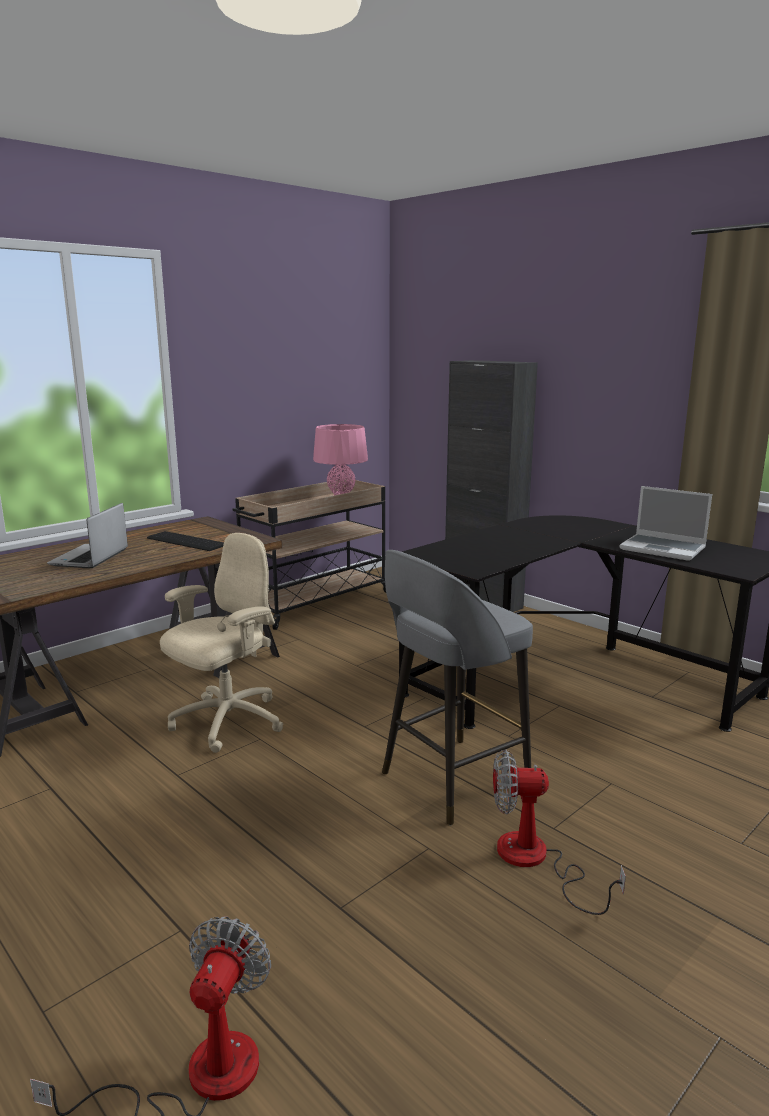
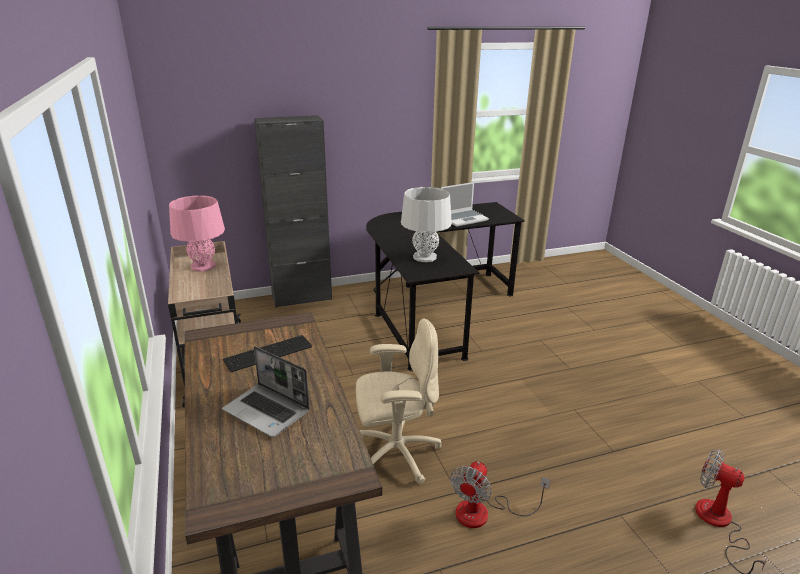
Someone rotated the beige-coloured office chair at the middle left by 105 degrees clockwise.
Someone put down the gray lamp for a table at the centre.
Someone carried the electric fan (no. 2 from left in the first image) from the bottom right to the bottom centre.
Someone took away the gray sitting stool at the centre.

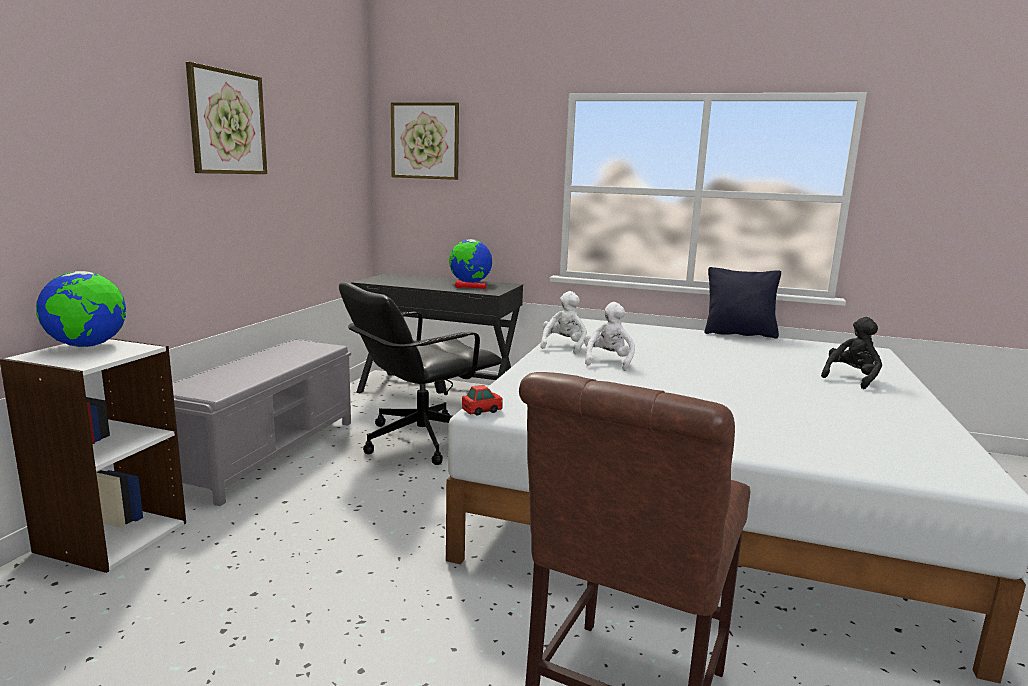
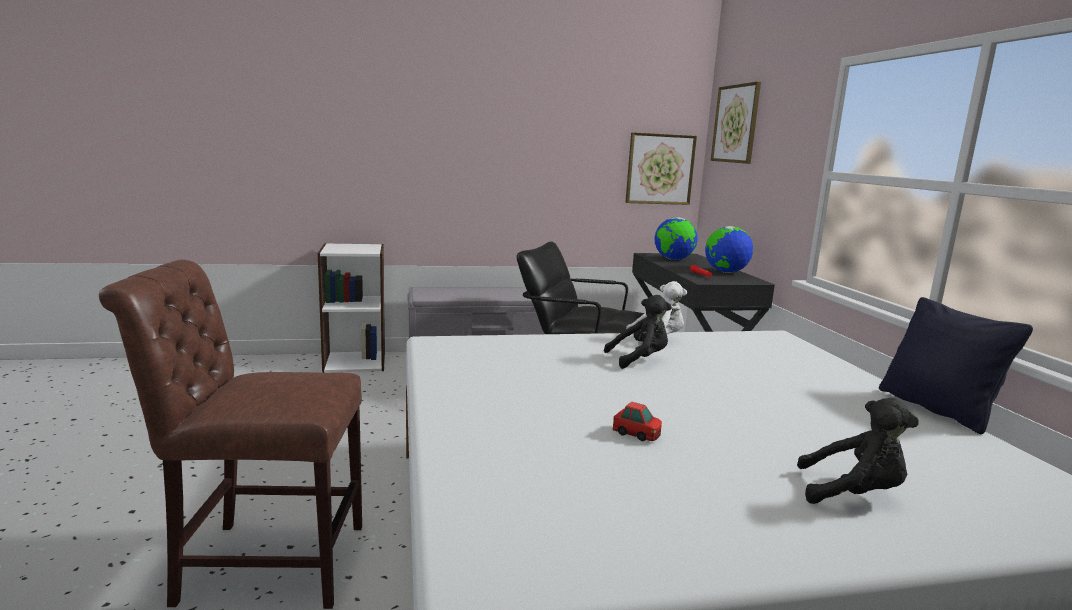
Someone repainted the white plush toy (no. 2 from left) at the centre, which became the black plush toy (no. 1 from left) at the centre.
Someone carried the toy car from the centre to the bottom centre.
Someone carried the picture (no. 1 from left) from the top left to the top centre.
Someone carried the globe (no. 1 from left) from the middle left to the centre.

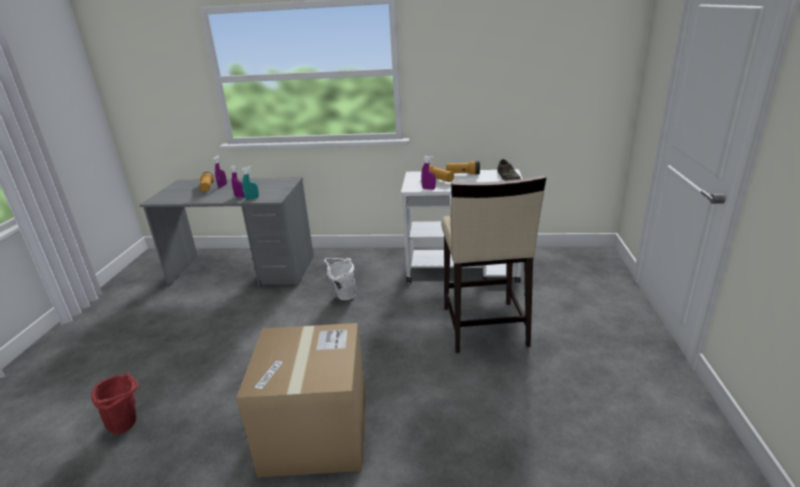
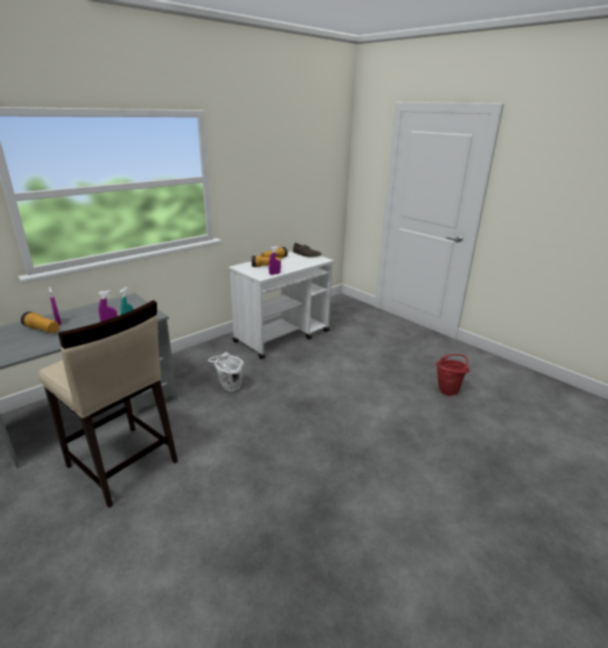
Someone carried the beige-coloured sitting stool from the centre to the middle left.
Someone carried the red pail from the bottom left to the middle right.
Someone took away the cardboard box at the bottom centre.

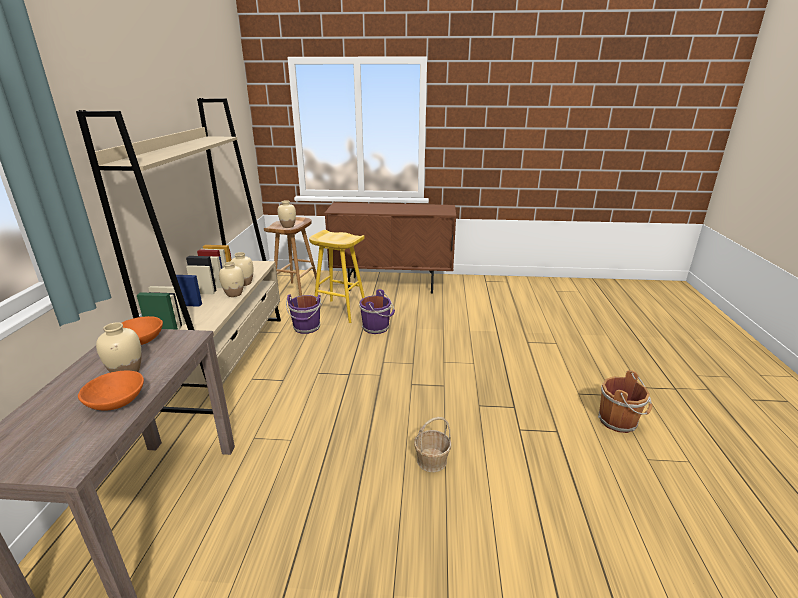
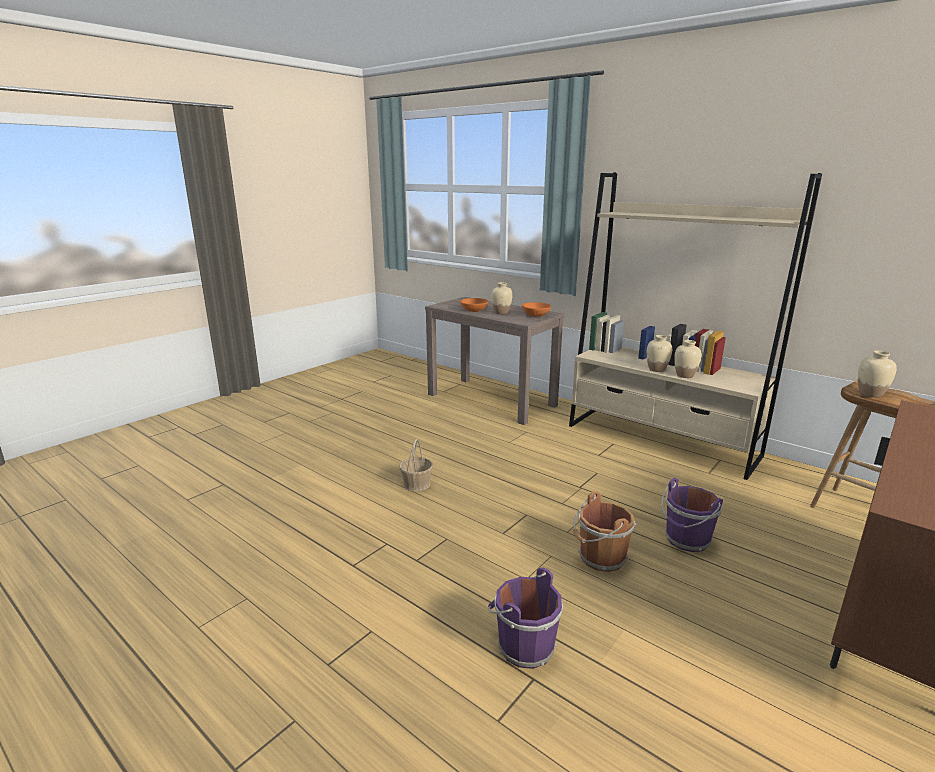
Someone carried the purplish pail (no. 1 from left) from the centre to the bottom centre.
Someone carried the brownish pail from the bottom right to the bottom centre.
Someone took away the yellowish sitting stool at the centre.

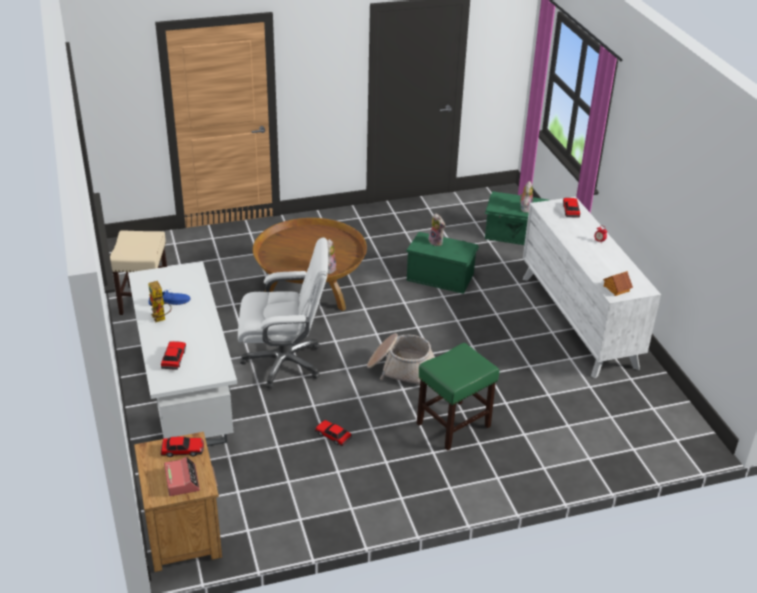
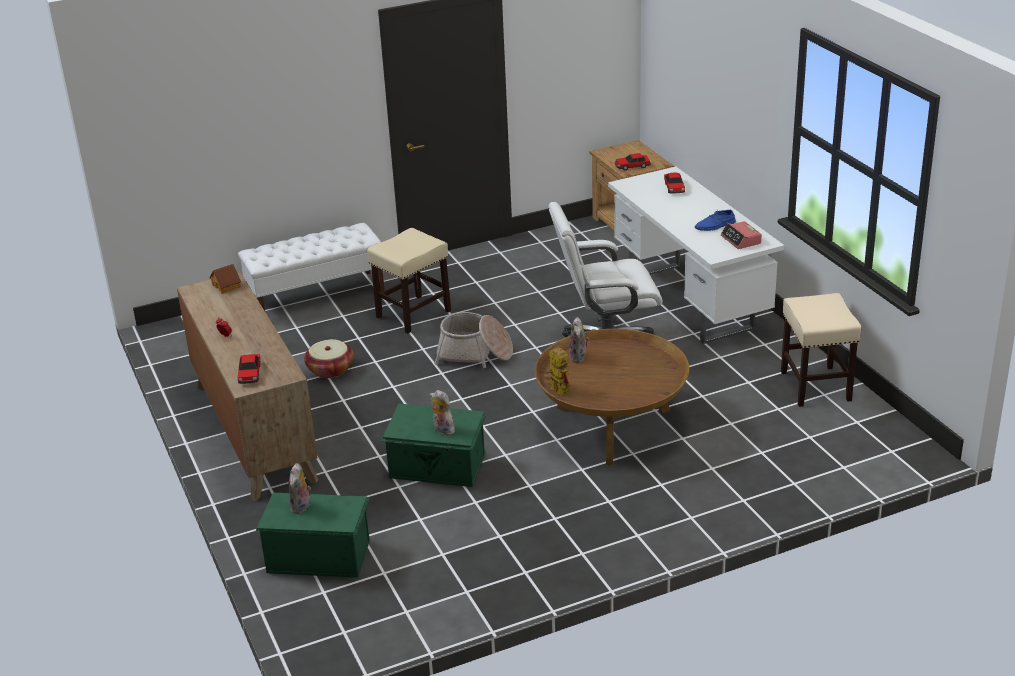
Someone repainted the white drawer chest at the middle right, which became the brownish drawer chest at the middle left.
Someone put down the white long seat at the middle left.
Someone put down the household basket (no. 1 from left) at the middle left.
Someone repainted the green-coloured sitting stool at the bottom centre, which became the beige-coloured sitting stool (no. 1 from left) at the centre.
Someone carried the robot figure from the middle left to the centre.
Someone carried the bedside clock (no. 1 from left in the first image) from the bottom left to the middle right.
Someone took away the toy car (no. 3 from left) at the bottom centre.

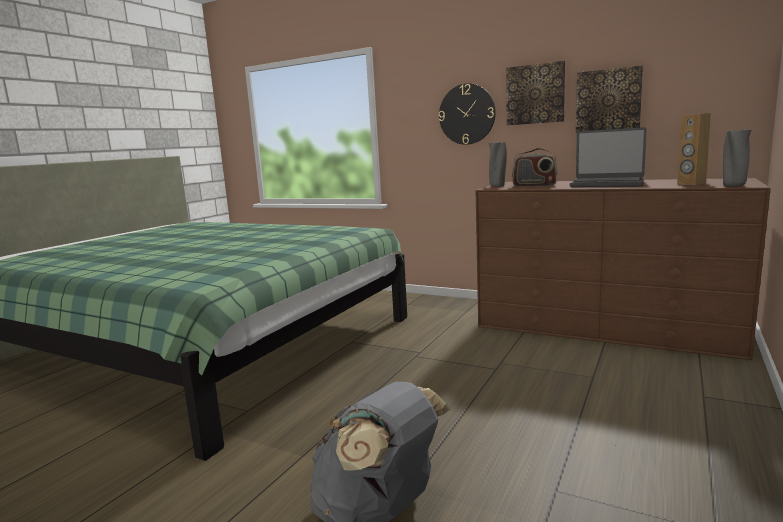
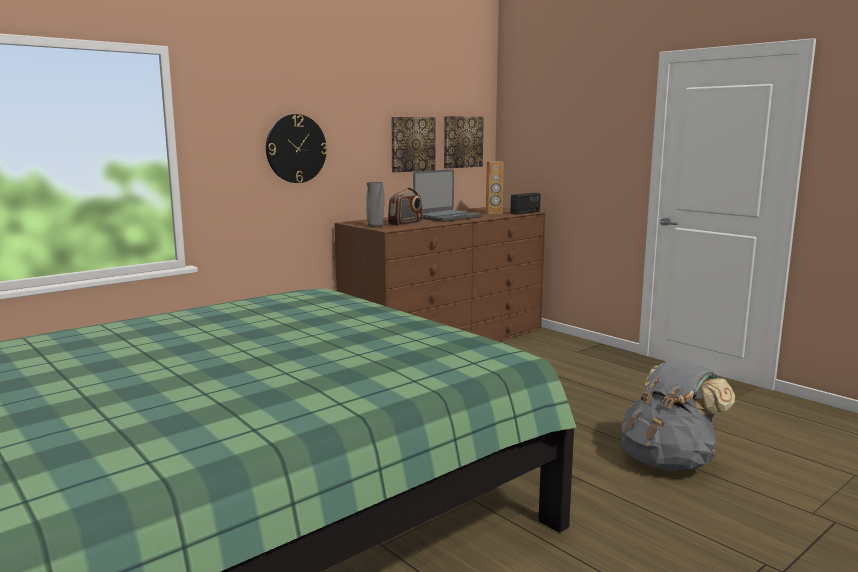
Someone carried the picture (no. 1 from left in the first image) from the top right to the top centre.
Someone swapped the gray flower vase (no. 2 from left) at the top right for the radio receiver (no. 2 from left) at the centre.

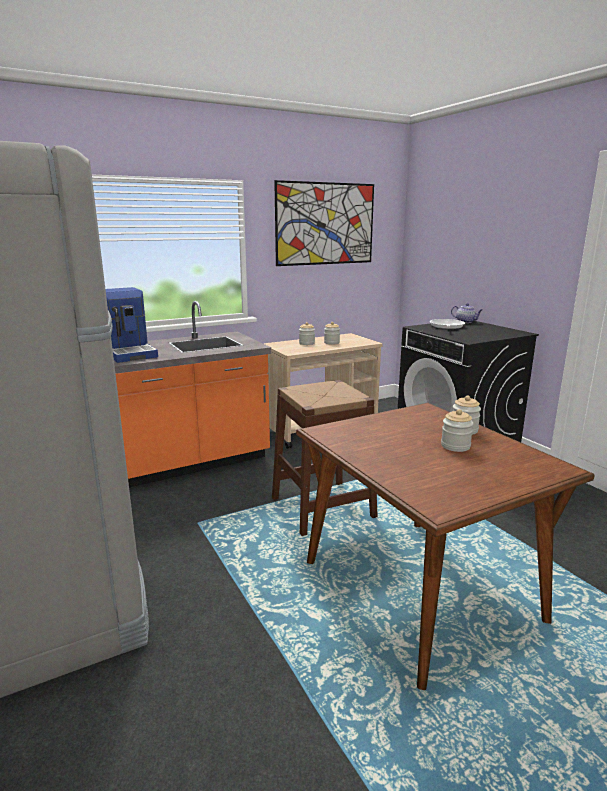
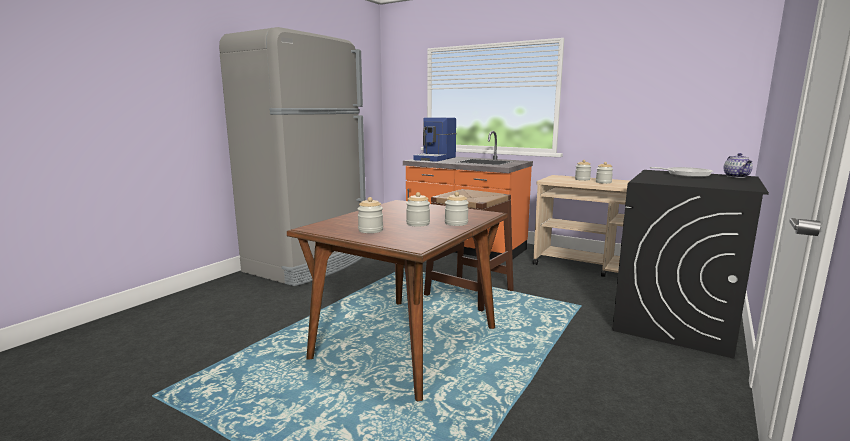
Someone put down the jar (no. 1 from left) at the centre.
Someone took away the picture at the top centre.

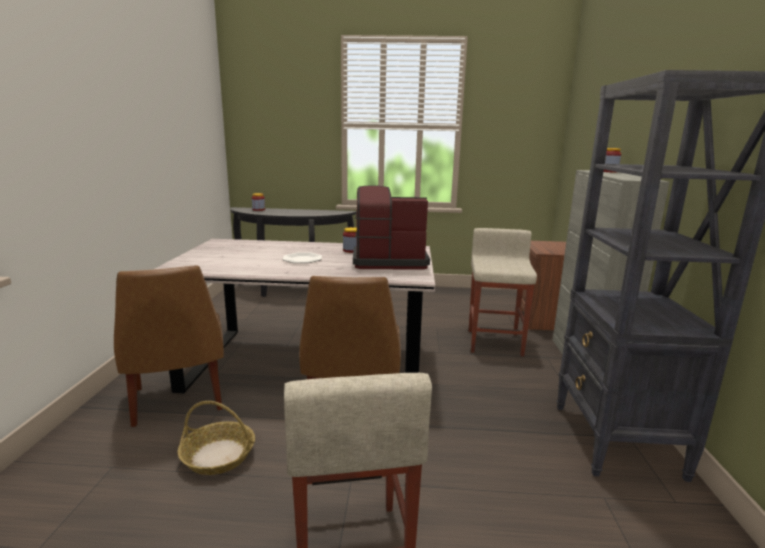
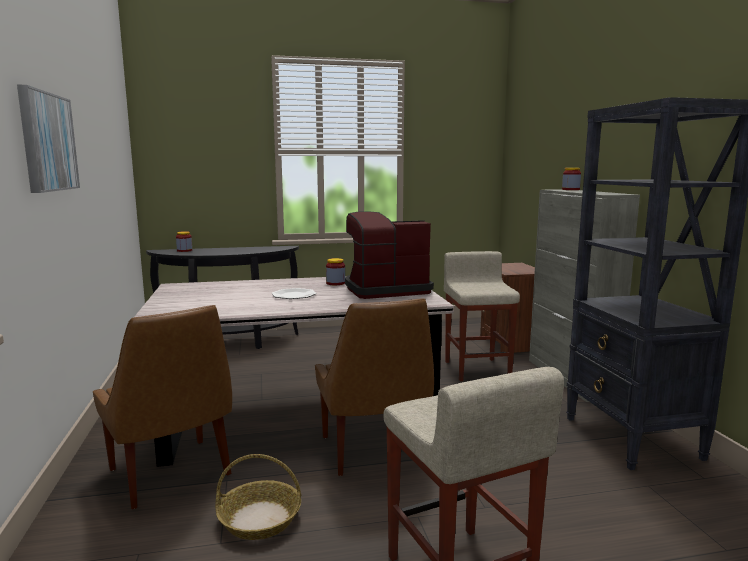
Someone put up the picture at the top left.

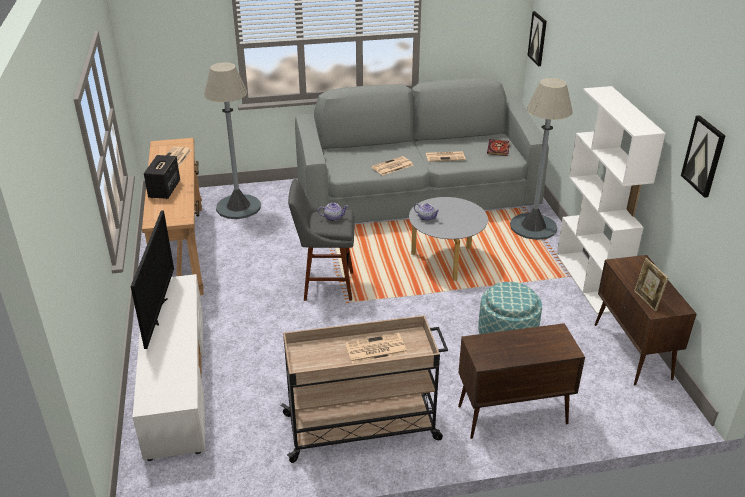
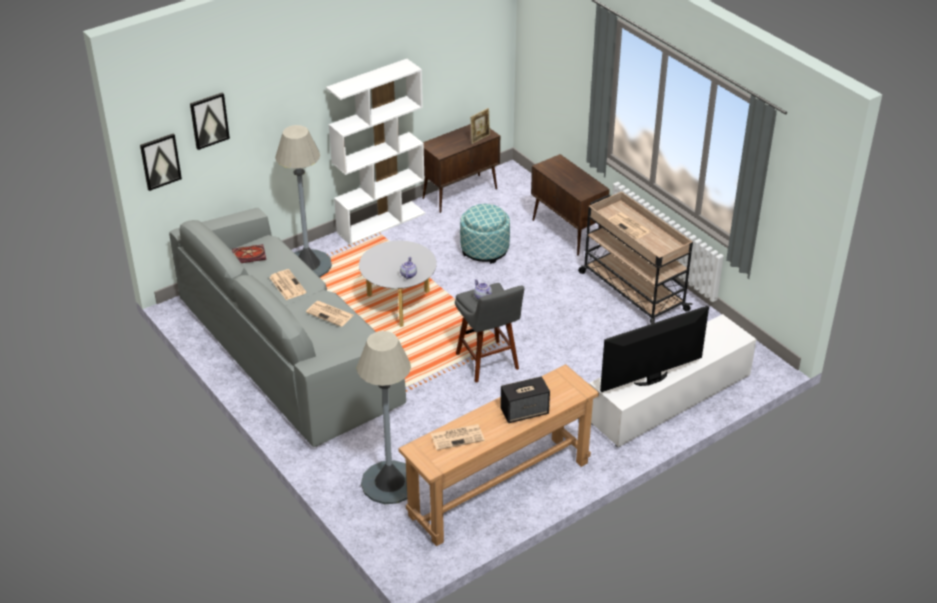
Someone carried the picture (no. 2 from left) from the top right to the top left.

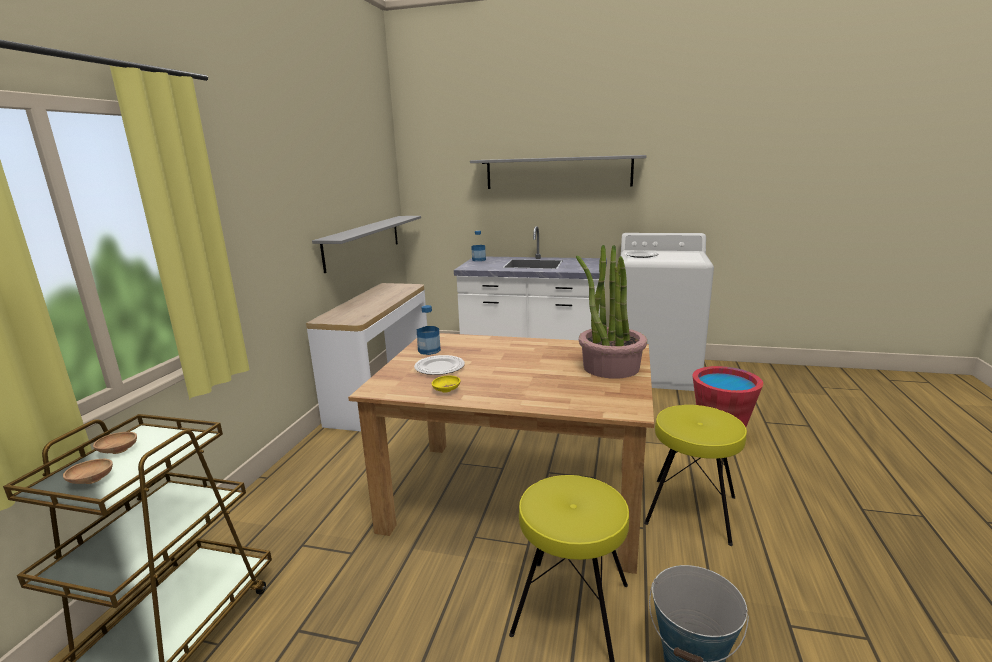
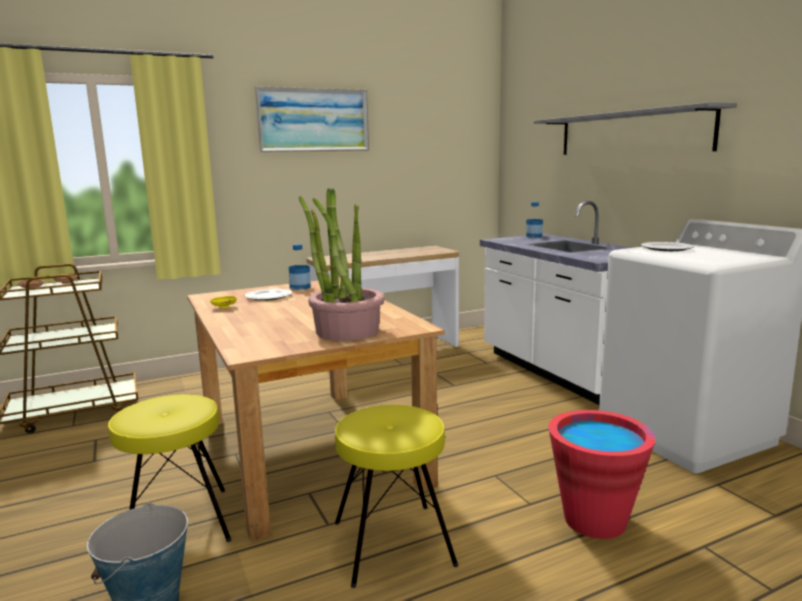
Someone put up the picture at the top centre.
Someone took away the gray wall shelf (no. 1 from left) at the centre.

